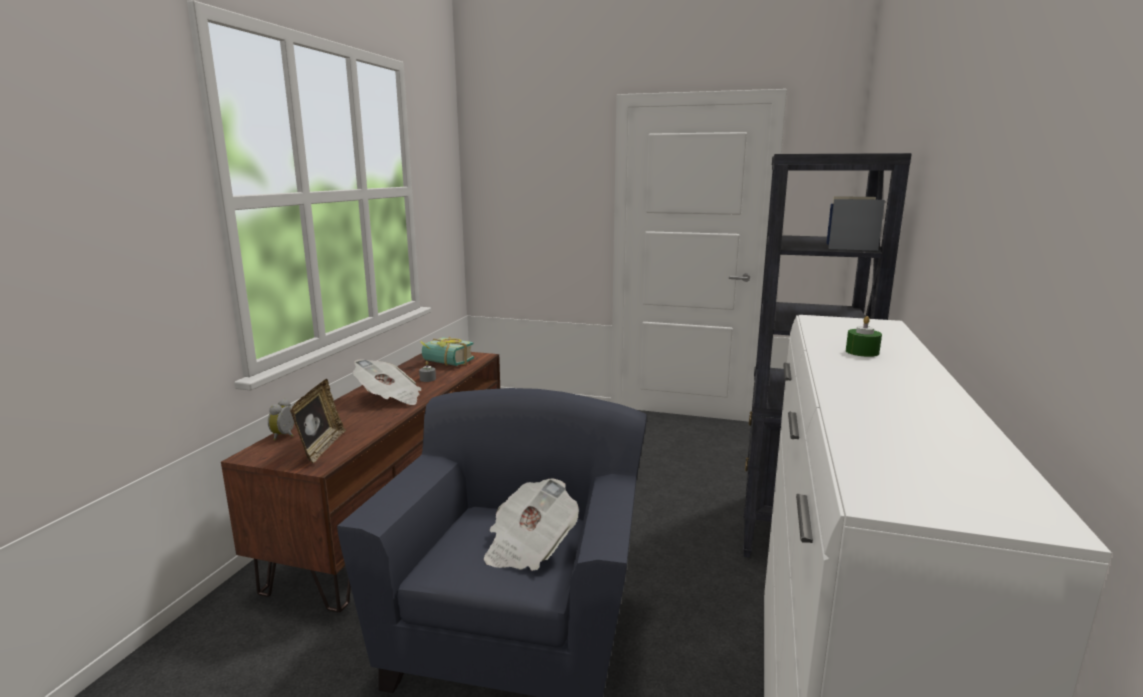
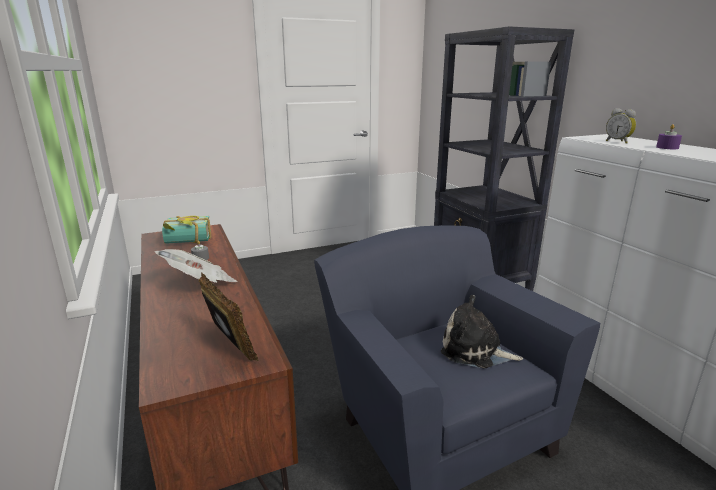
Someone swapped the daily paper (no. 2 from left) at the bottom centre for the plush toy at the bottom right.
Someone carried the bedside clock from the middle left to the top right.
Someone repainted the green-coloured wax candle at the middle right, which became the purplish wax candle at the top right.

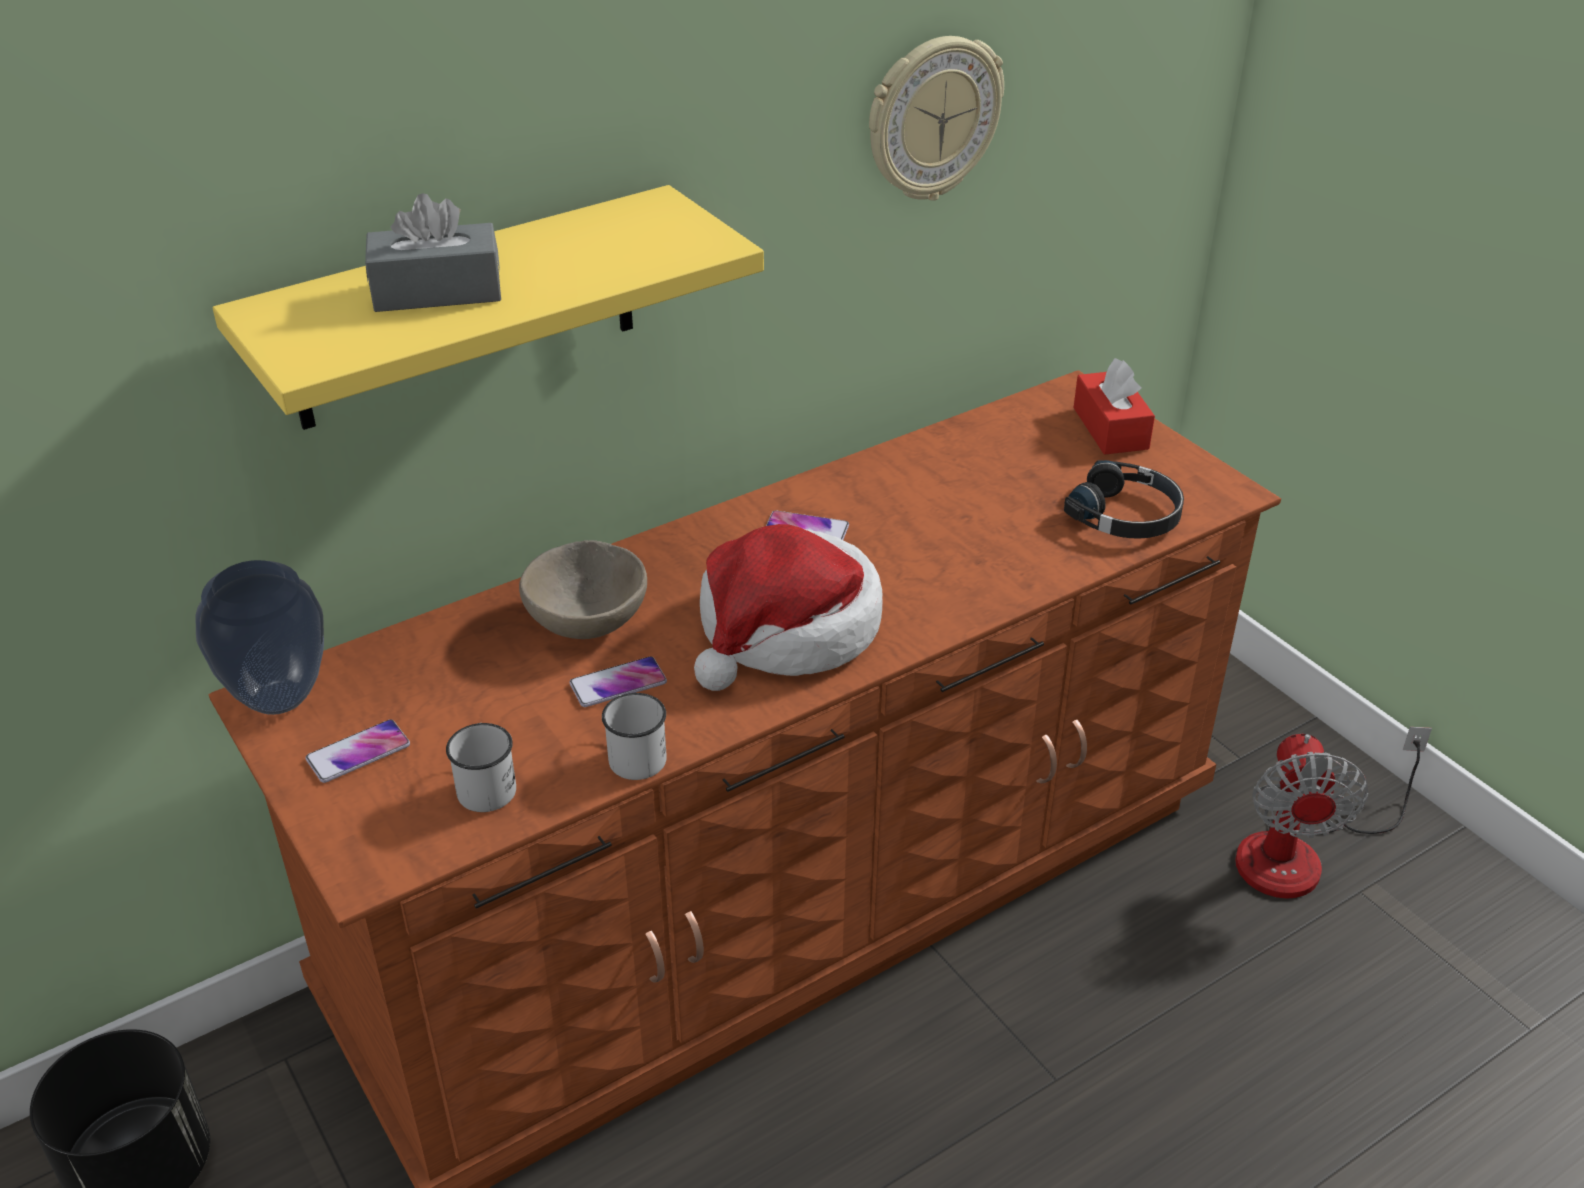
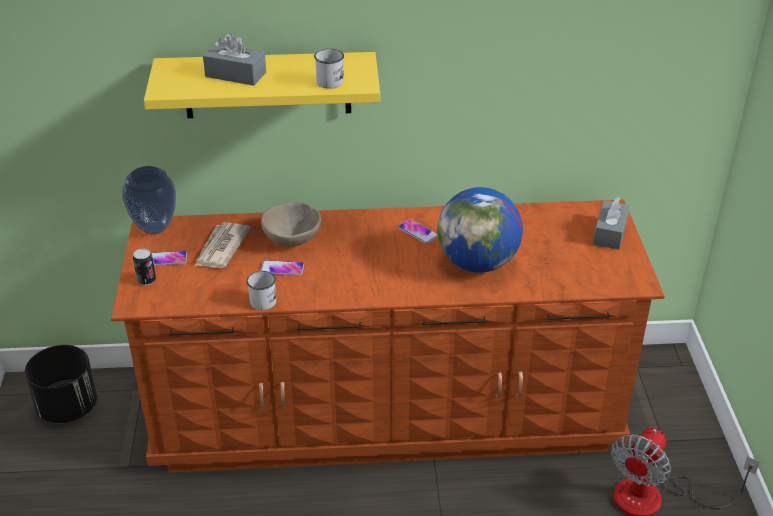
Someone put down the sealed can at the middle left.
Someone put down the daily paper at the middle left.
Someone carried the white mug (no. 1 from left in the first image) from the middle left to the top centre.
Someone put down the globe at the centre.
Someone repainted the red tissue holder at the middle right, which became the gray tissue holder (no. 2 from left) at the middle right.
Someone took away the wearable hat at the centre.
Someone took away the clock on the wall at the top centre.
Someone took away the black pair of headphones at the middle right.

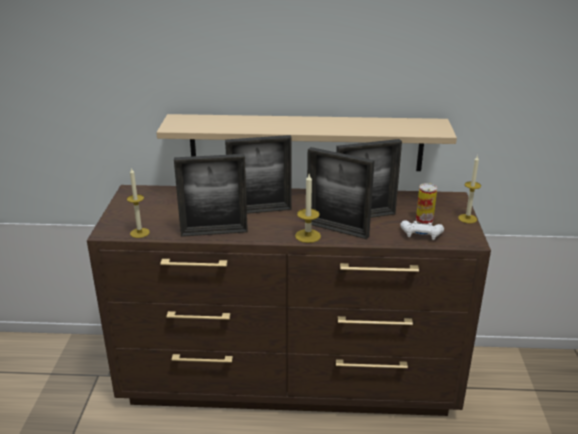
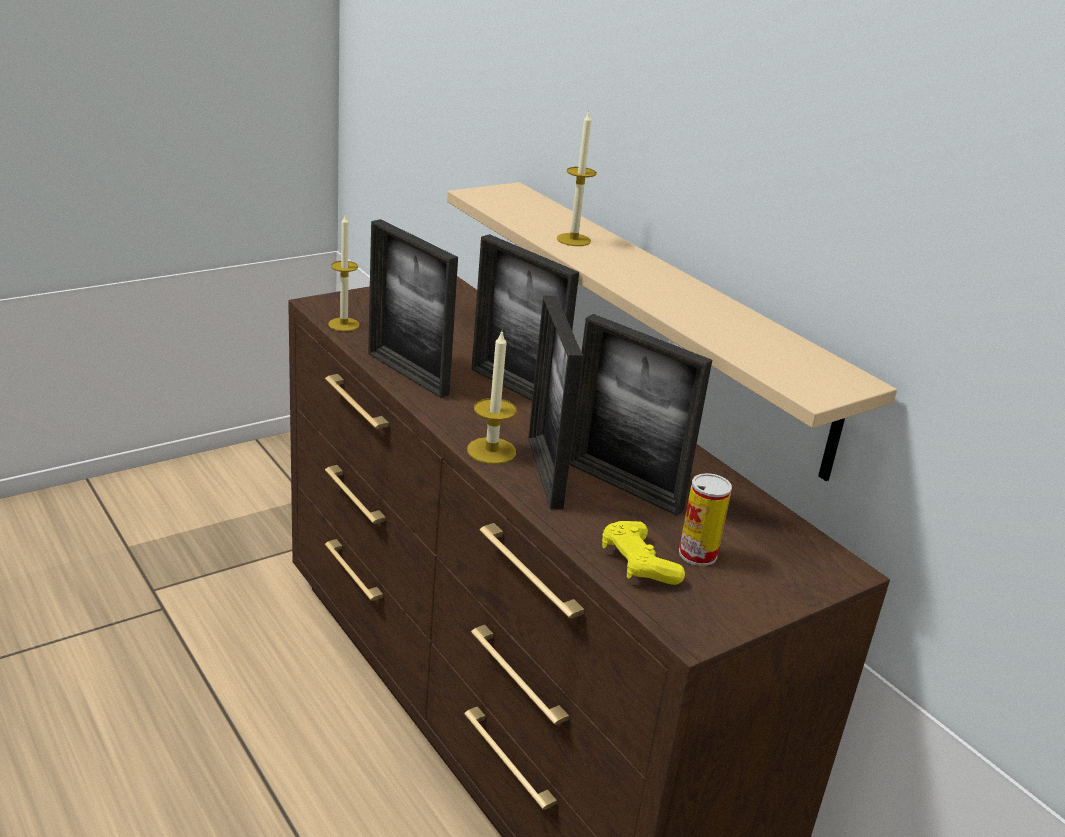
Someone carried the wax candle (no. 3 from left) from the middle right to the top centre.
Someone repainted the white joypad at the middle right, which became the yellowish joypad at the centre.

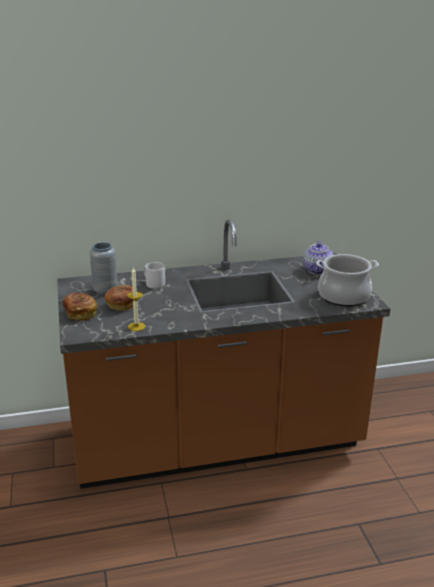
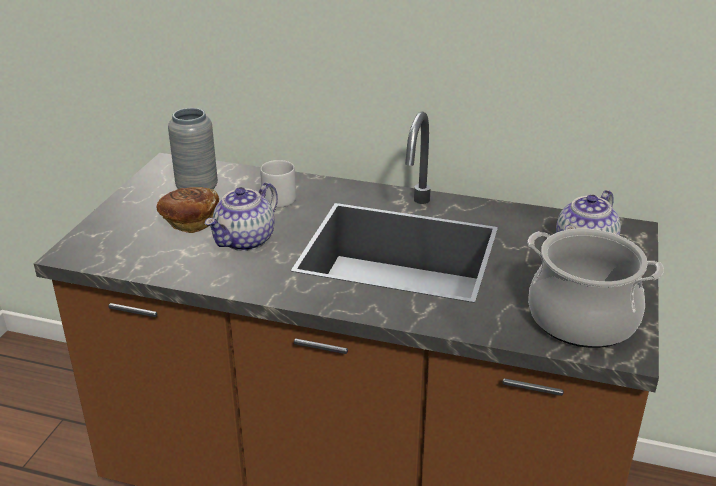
Someone put down the tea pot (no. 1 from left) at the centre.
Someone took away the bread (no. 1 from left) at the middle left.
Someone took away the wax candle at the middle left.

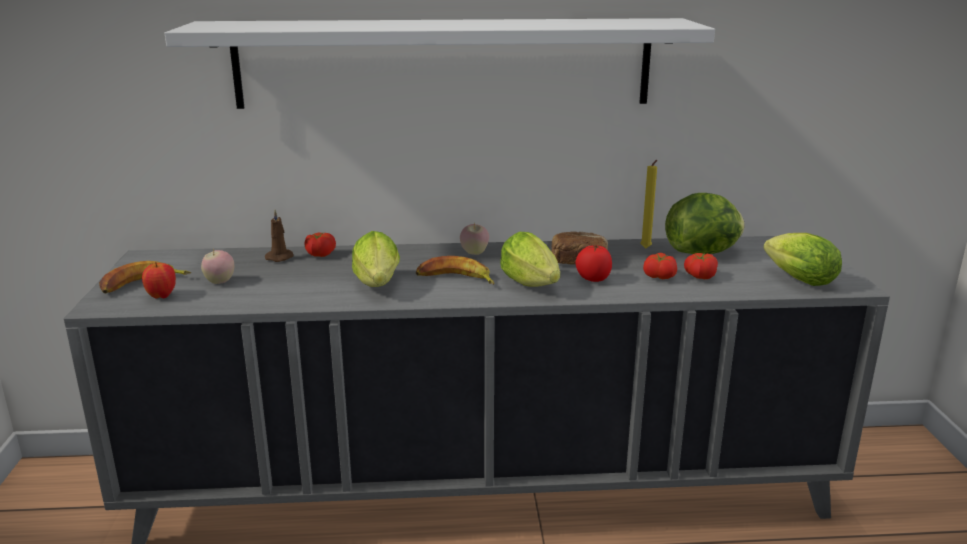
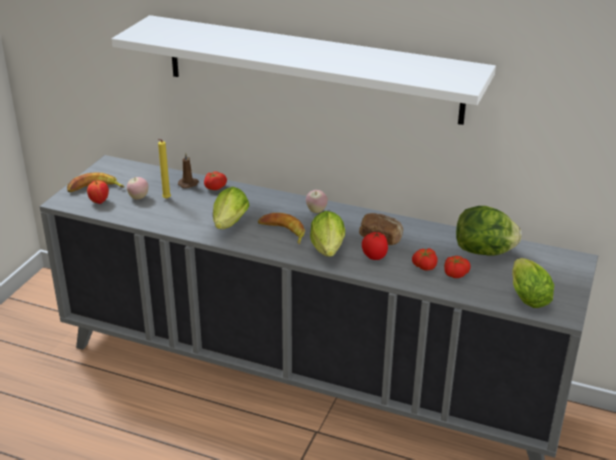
Someone carried the yellowish wax candle from the middle right to the middle left.

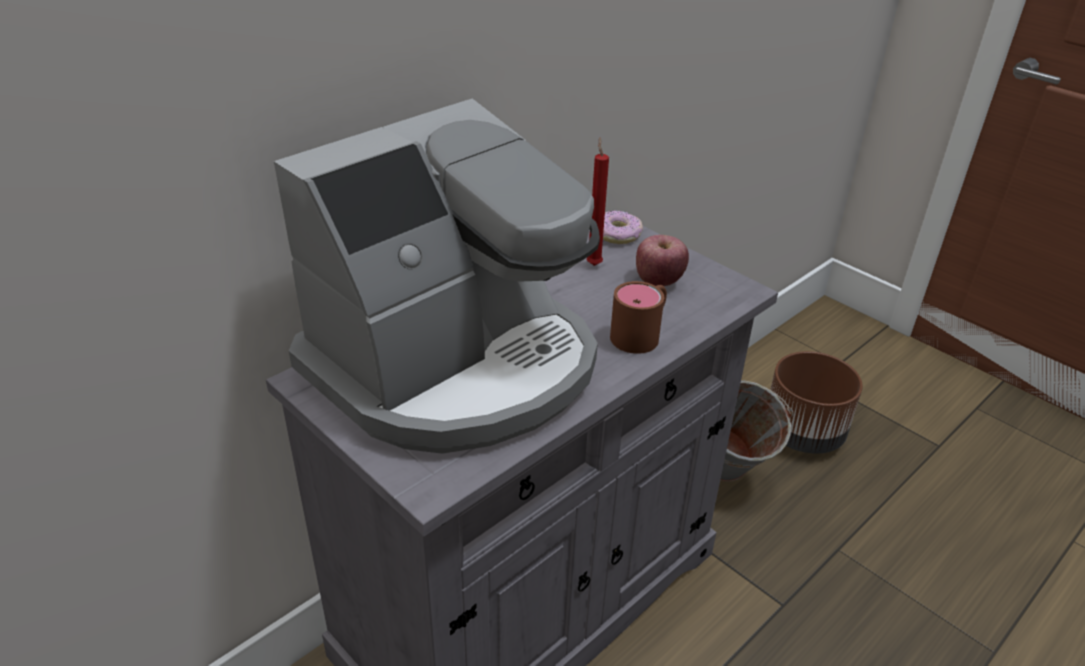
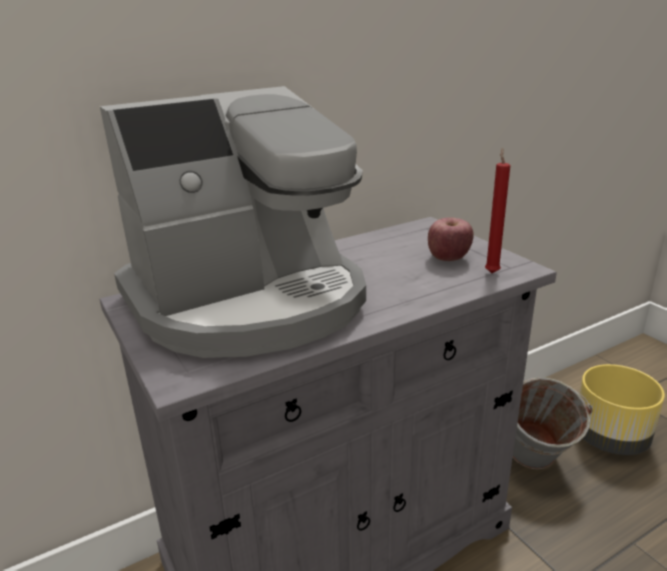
Someone carried the red wax candle from the top centre to the middle right.
Someone repainted the brownish planter at the middle right, which became the yellowish planter at the bottom right.
Someone took away the donut at the centre.
Someone took away the brownish mug at the centre.

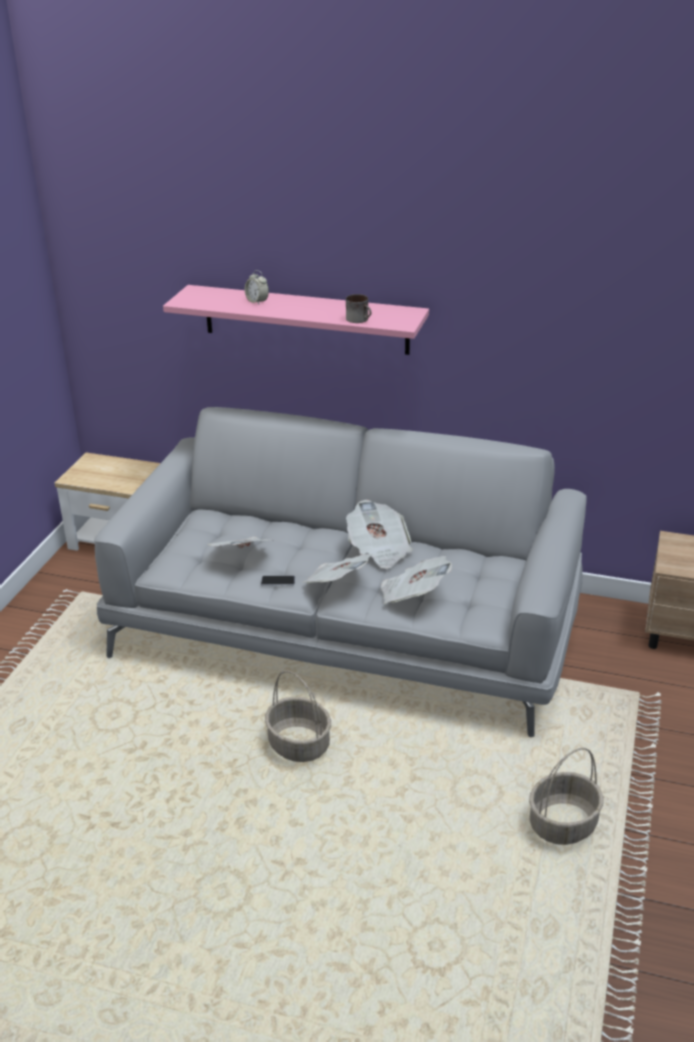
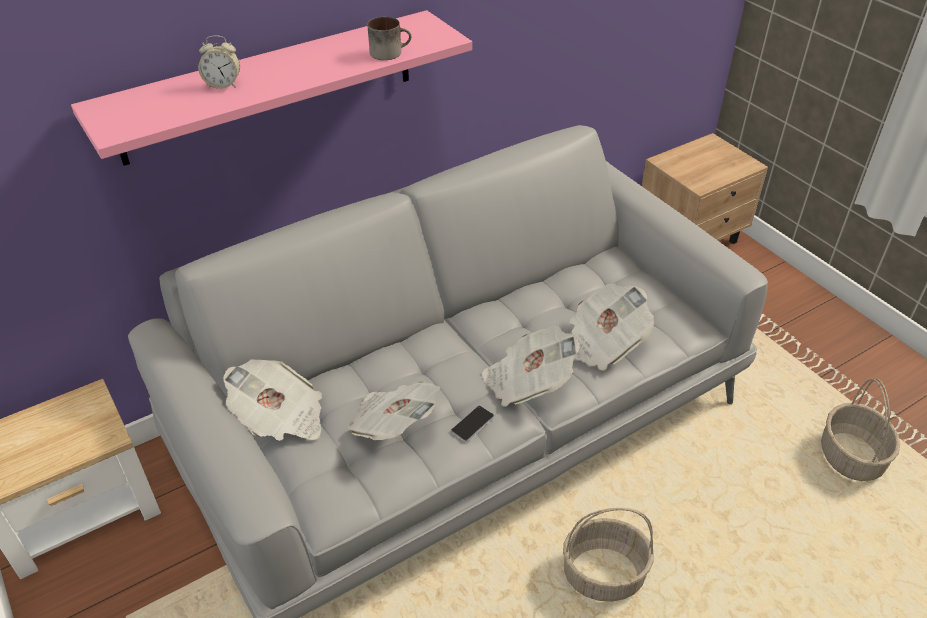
Someone carried the daily paper (no. 3 from left in the first image) from the centre to the middle left.

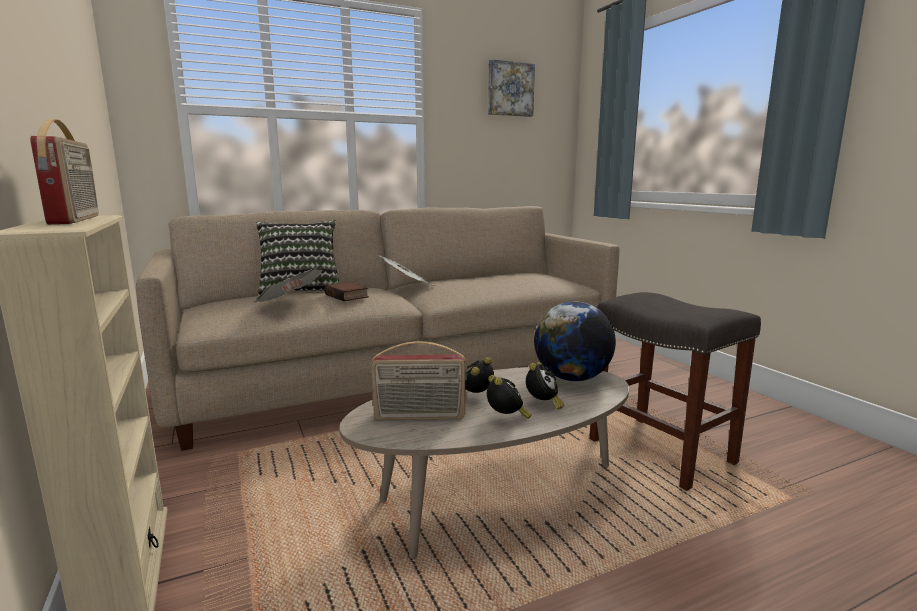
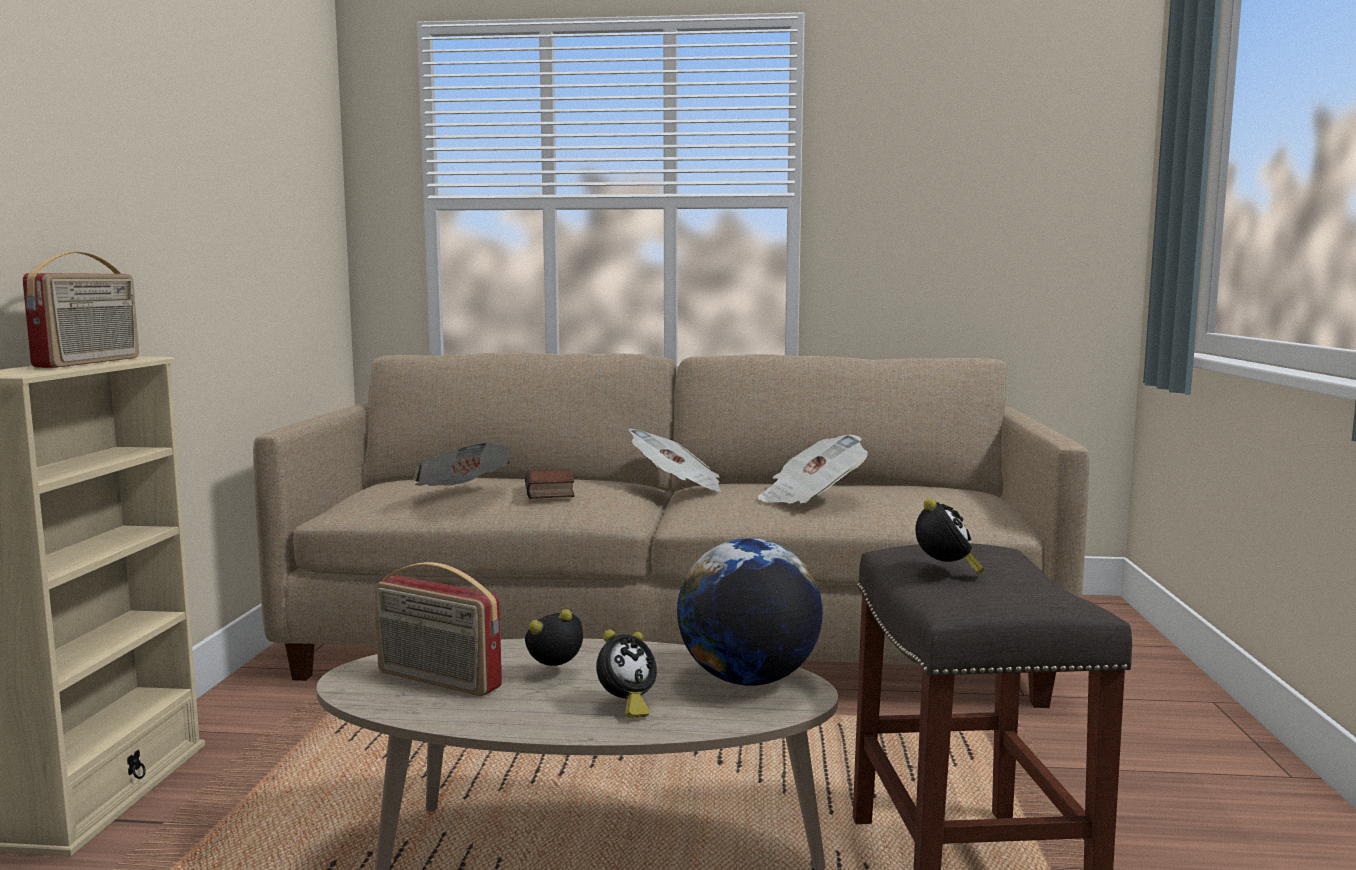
Someone put down the daily paper (no. 3 from left) at the centre.
Someone carried the bedside clock (no. 2 from left in the first image) from the centre to the middle right.
Someone took away the throw pillow at the middle left.
Someone took away the picture at the top centre.

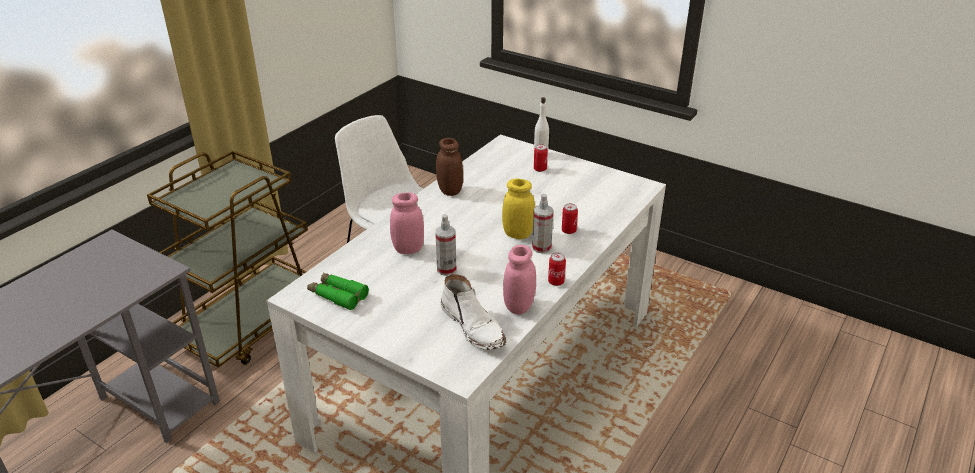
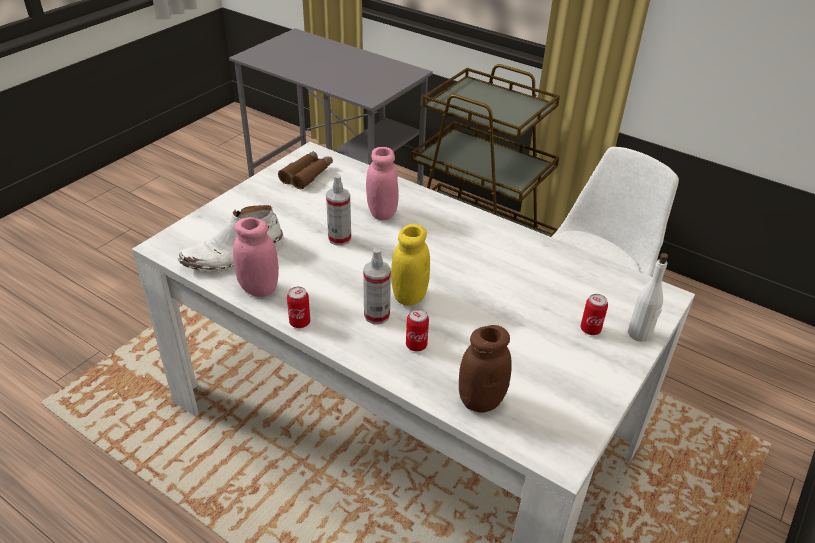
Someone repainted the green-coloured binoculars at the centre, which became the brownish binoculars at the top centre.
Someone carried the brownish jar from the centre to the bottom centre.

